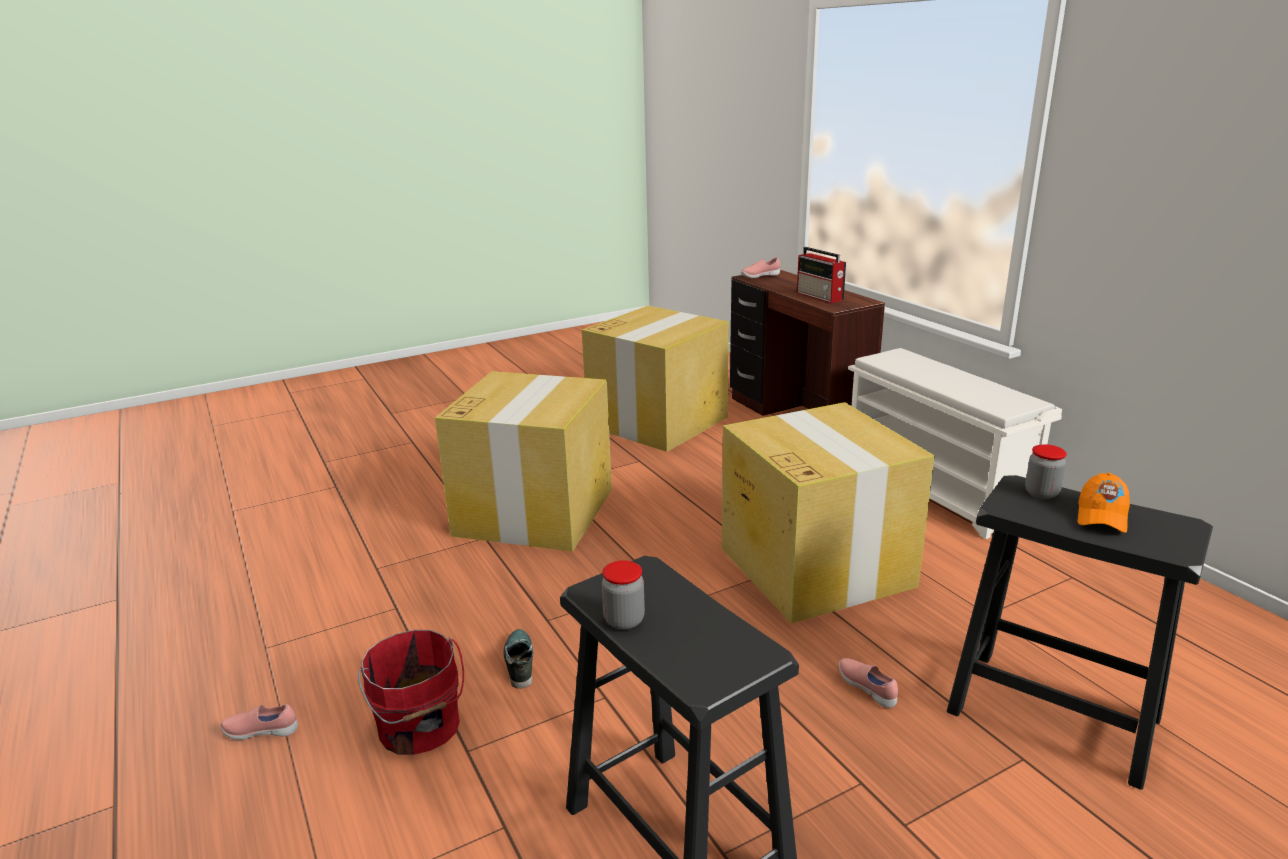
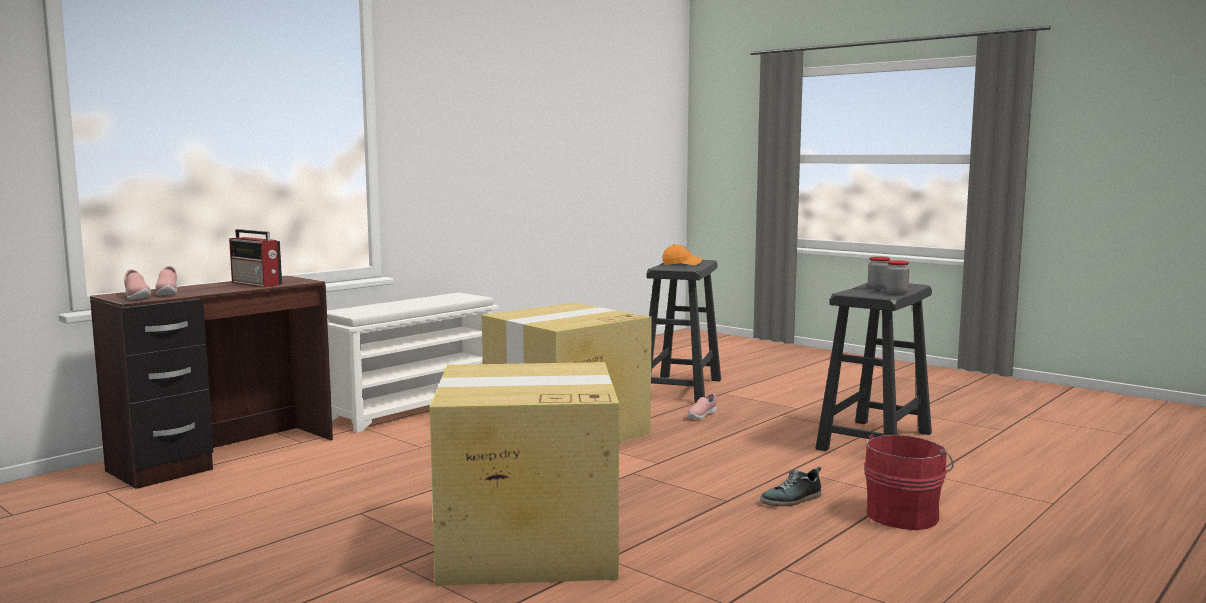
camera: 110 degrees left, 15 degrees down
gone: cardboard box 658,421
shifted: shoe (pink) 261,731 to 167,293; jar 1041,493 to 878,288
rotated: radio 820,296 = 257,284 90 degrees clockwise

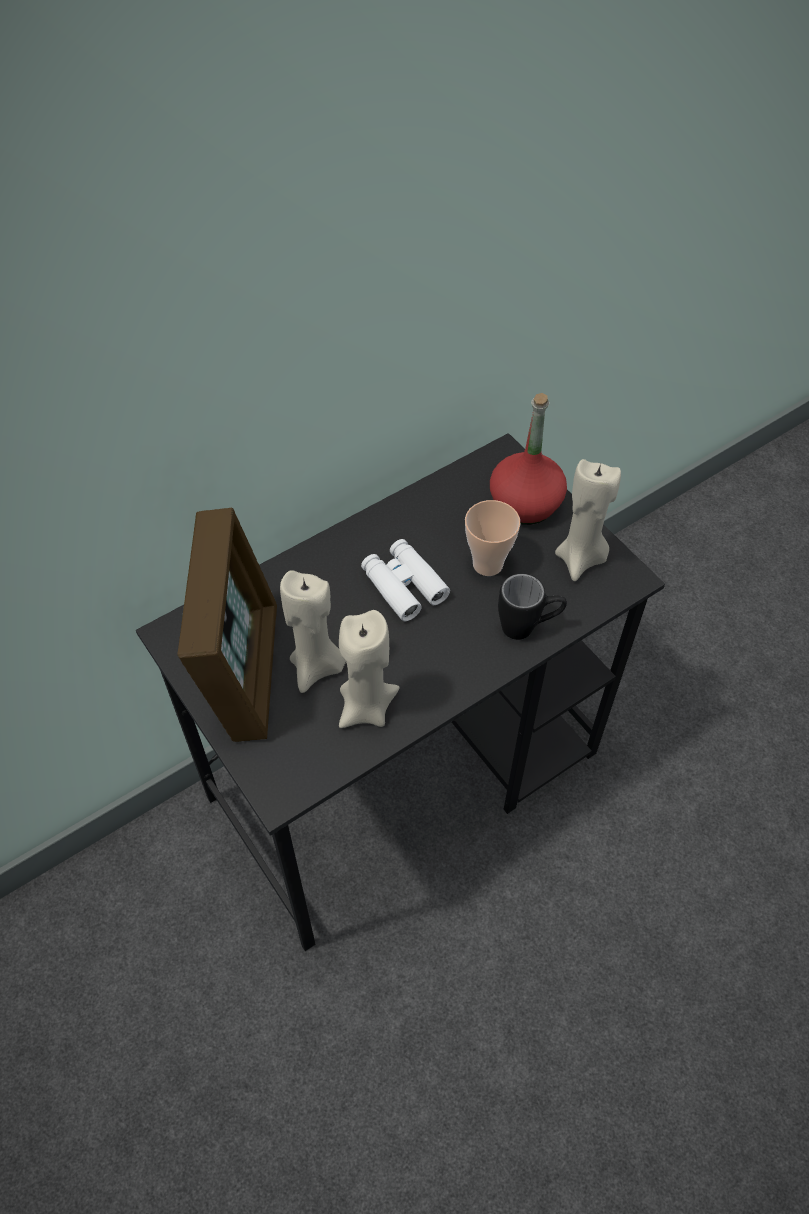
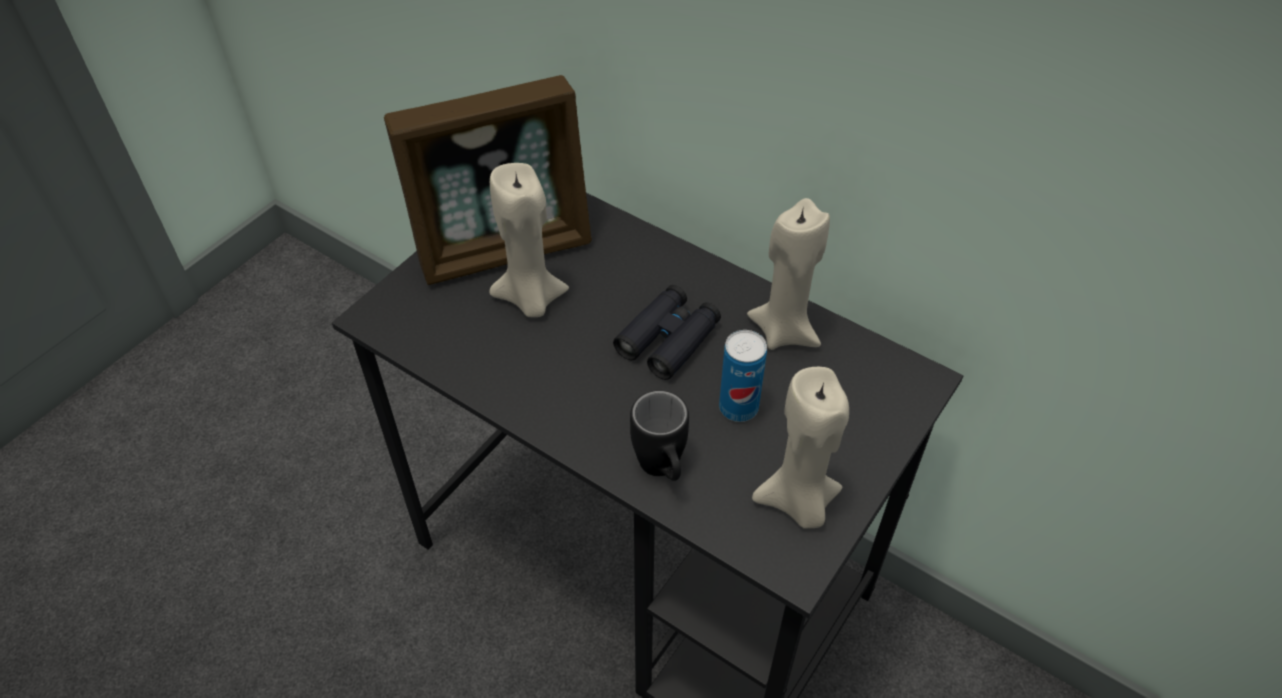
camera: 70 degrees right, 5 degrees down
gone: bottle (red) 525,504
shifted: candle (beige) 366,707 to 784,331
swapped: cup 487,564 to can 738,407
repainted: binoculars (white) 404,585 to binoculars (black) 668,339

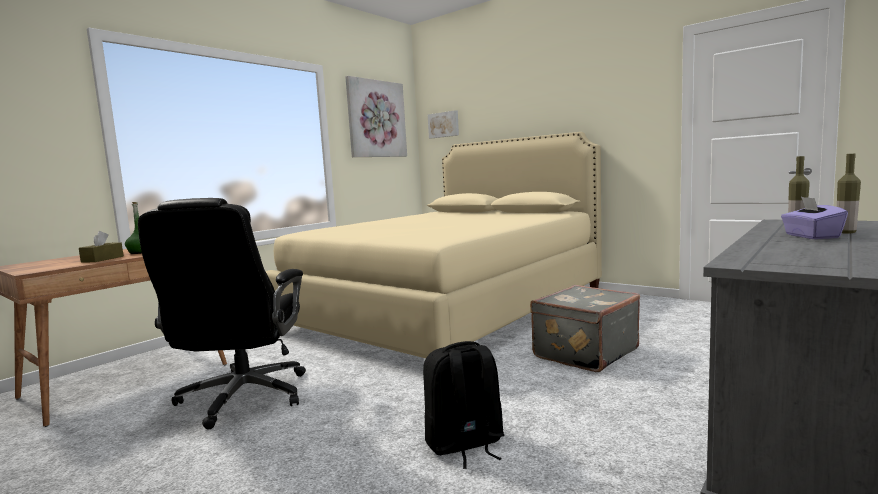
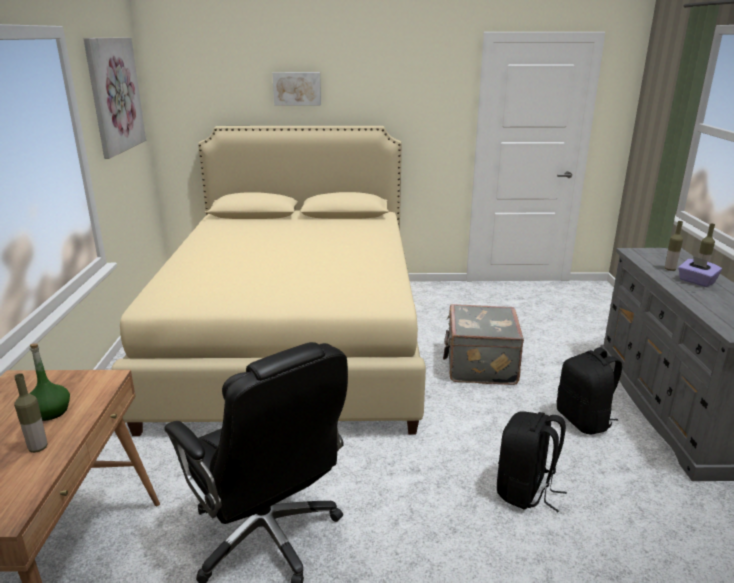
camera: 40 degrees left, 15 degrees up
new: backpack (black) 584,421
shifted: picture 444,124 to 297,88
swapped: tissue box (brown) 102,259 to bottle 38,448

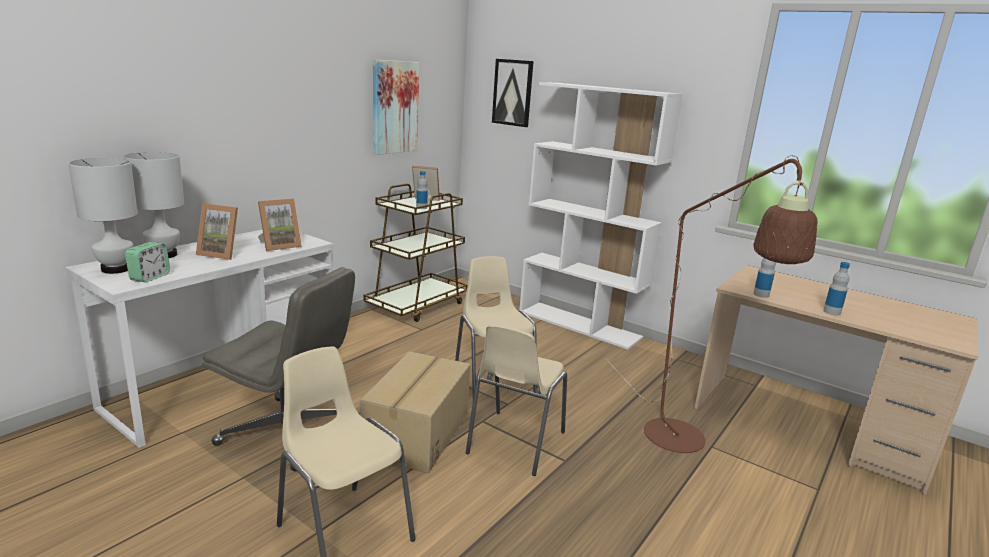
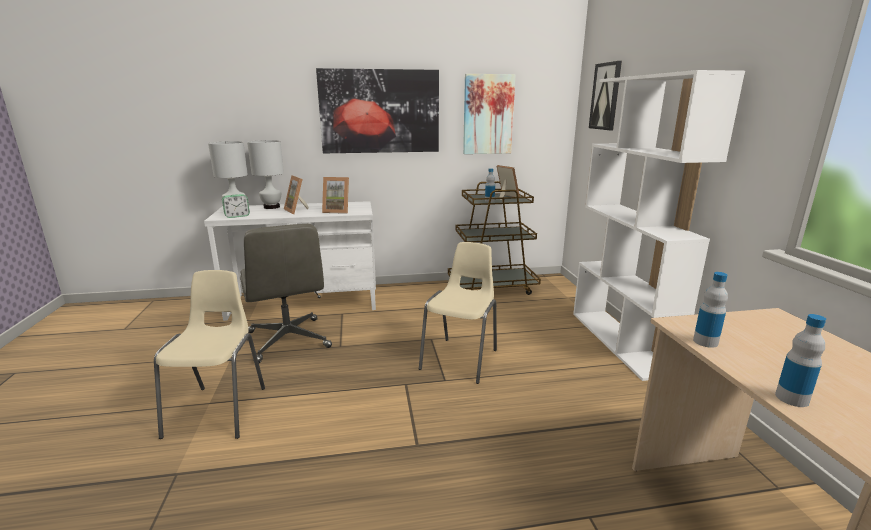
camera: 45 degrees right, 0 degrees up
gone: cardboard box 415,433; chair (beige) 514,444; floor lamp (brown) 683,444
new: picture 380,111

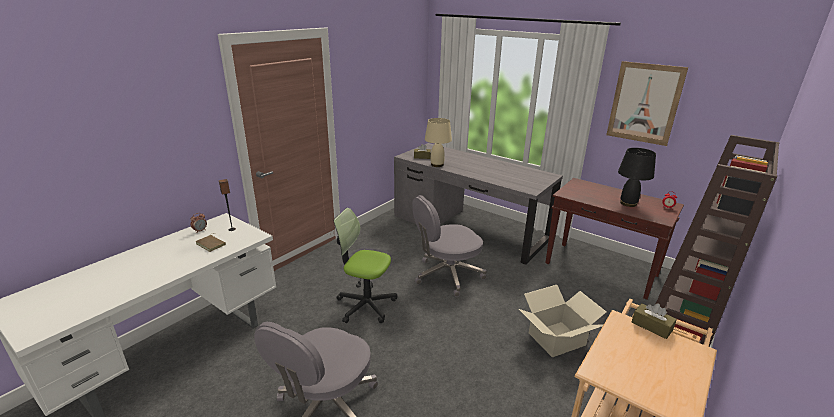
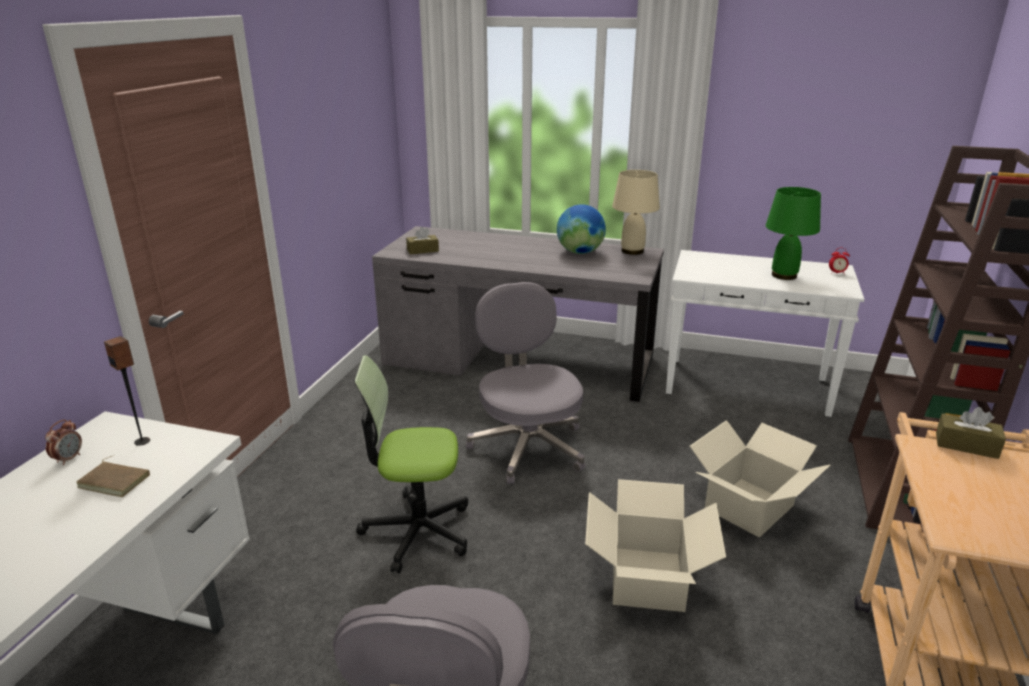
camera: 20 degrees left, 0 degrees up
gone: picture 644,103
new: globe 580,252; cardboard box 646,578
shifted: table lamp (beige) 436,165 to 632,251
repainted: console table (brown) 601,270 to console table (white) 748,387; table lamp (black) 628,203 to table lamp (green) 784,275
rotated: office chair (grey) 447,275 = 527,446 120 degrees clockwise

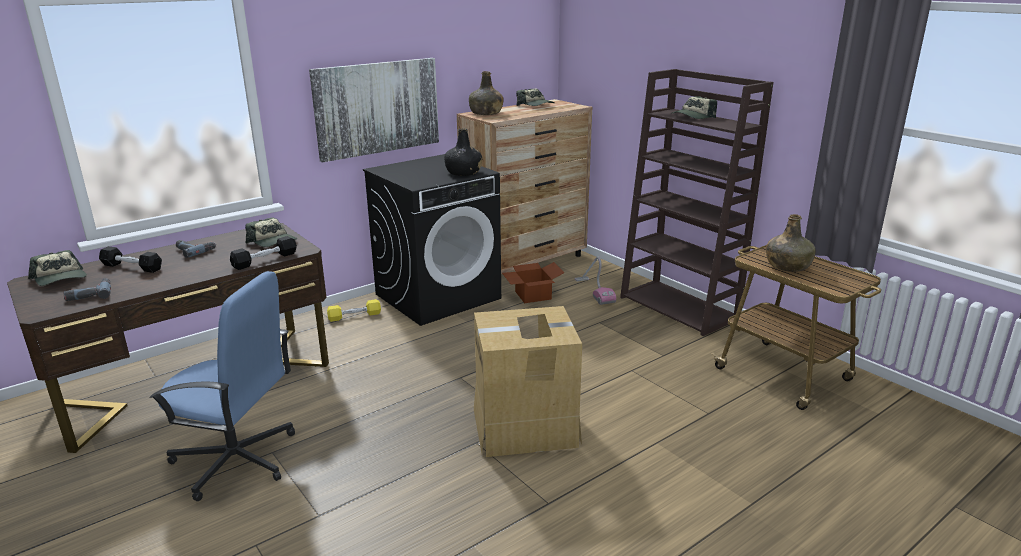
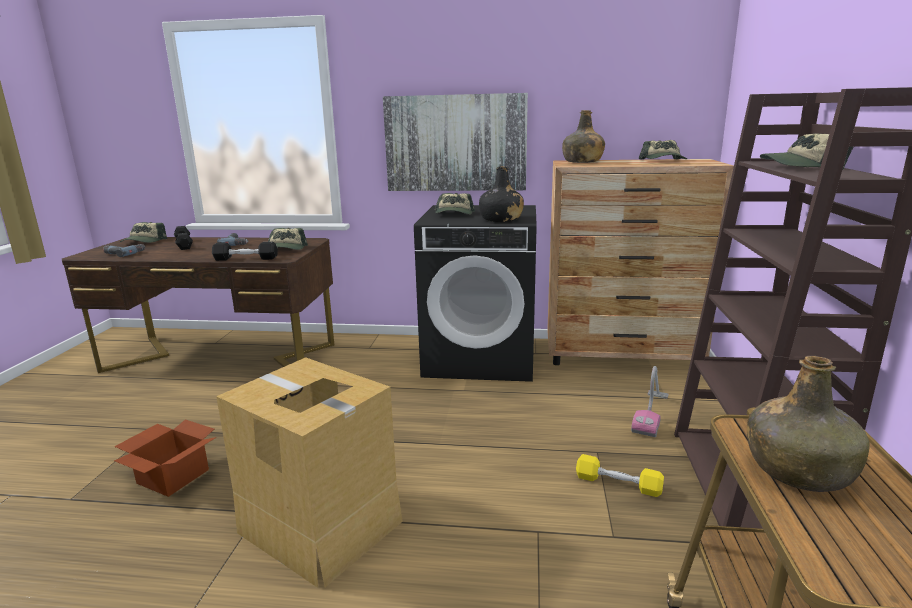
camera: 45 degrees right, 5 degrees down
gone: office chair (blue) 236,460
new: cap 454,214
shifted: dumbbell (yellow) 354,316 to 618,484; cardboard box 532,295 to 173,475

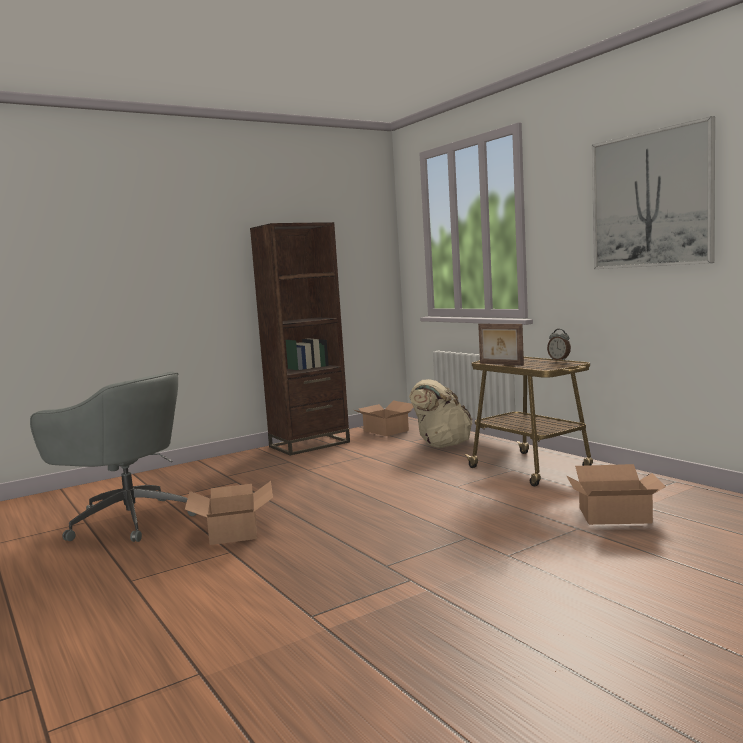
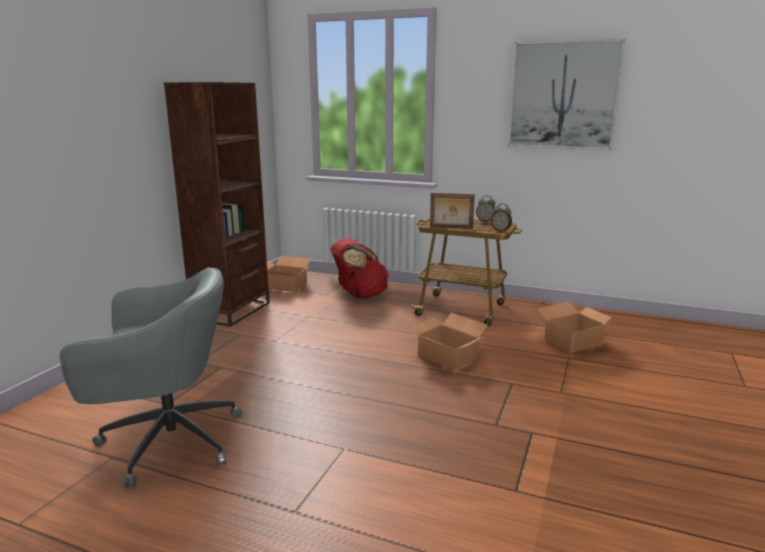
camera: 35 degrees left, 10 degrees up
new: alarm clock 501,230
shifted: cardboard box 234,531 to 447,356
repainted: backpack (beige) 441,445 to backpack (red) 359,295

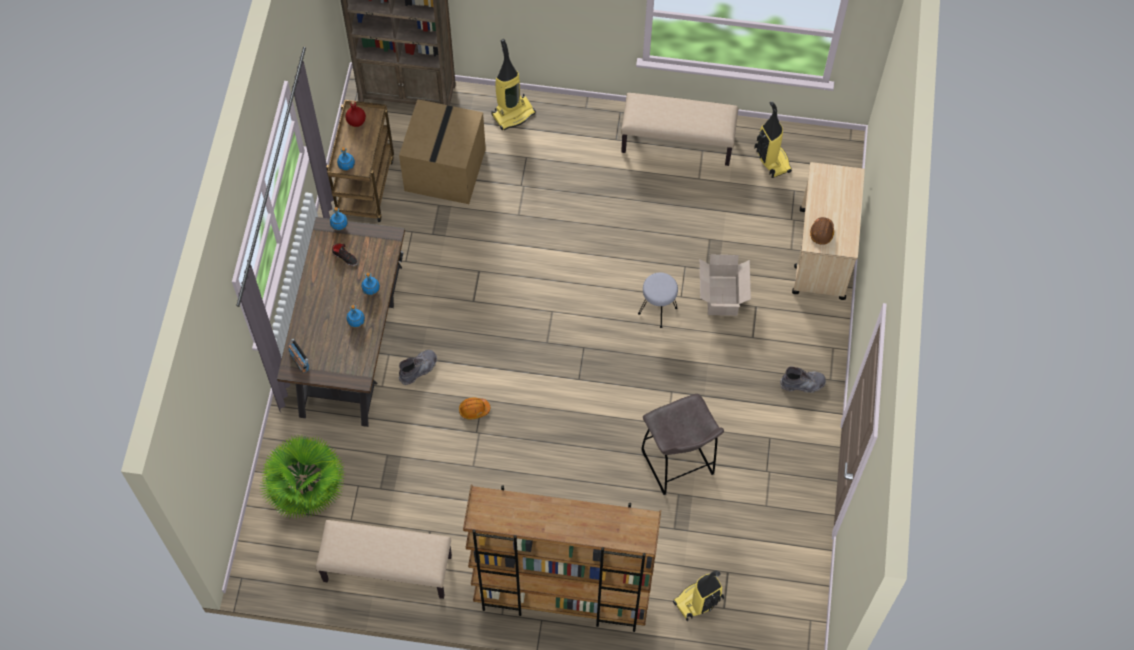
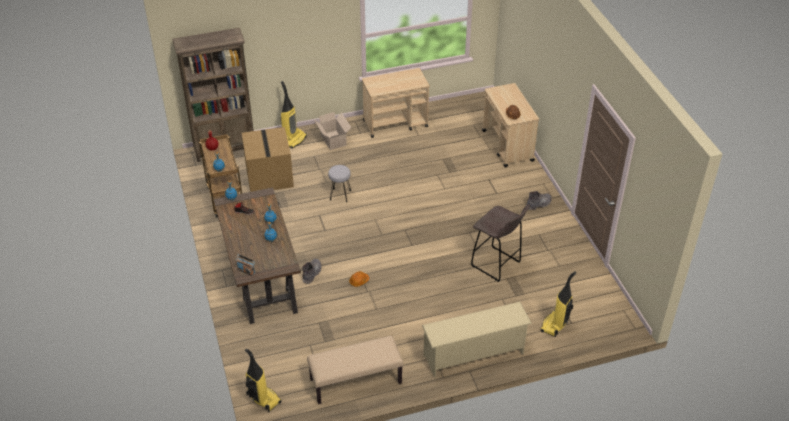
camera: 25 degrees left, 20 degrees down
gone: potted plant 307,491
shifted: stool (grey) 658,310 to 340,195; cardboard box 721,297 to 333,140; vacuum cleaner 771,160 to 263,399
swapped: bookcase (brown) 561,599 to shoe rack (beige) 474,355; bench (beige) 677,142 to cart (beige) 396,123

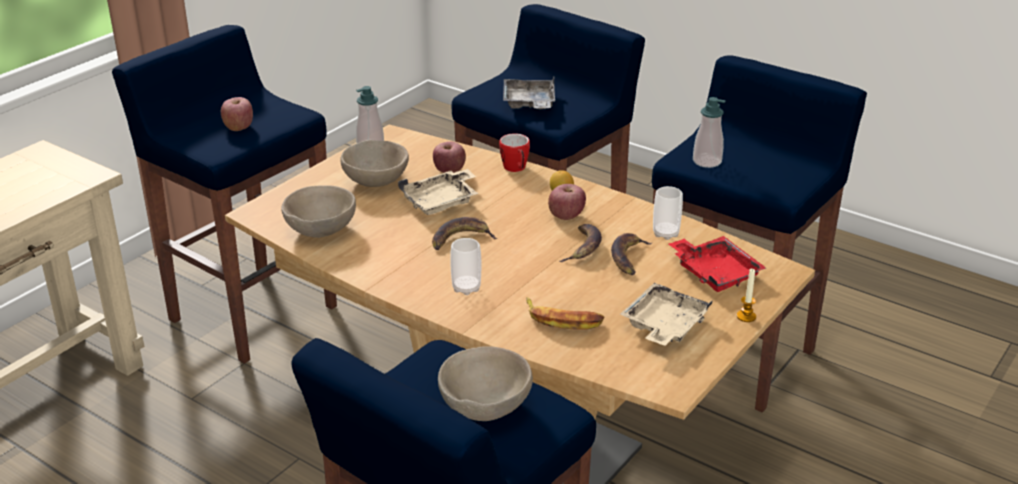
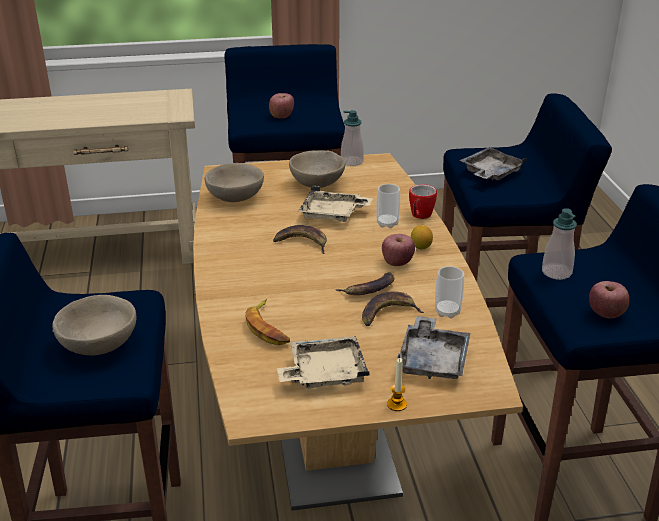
camera: 45 degrees right, 0 degrees up
shifted: apple 449,171 to 606,314; cup 466,288 to 387,223
repainted: tray (red) 715,272 to tray (grey) 433,359

